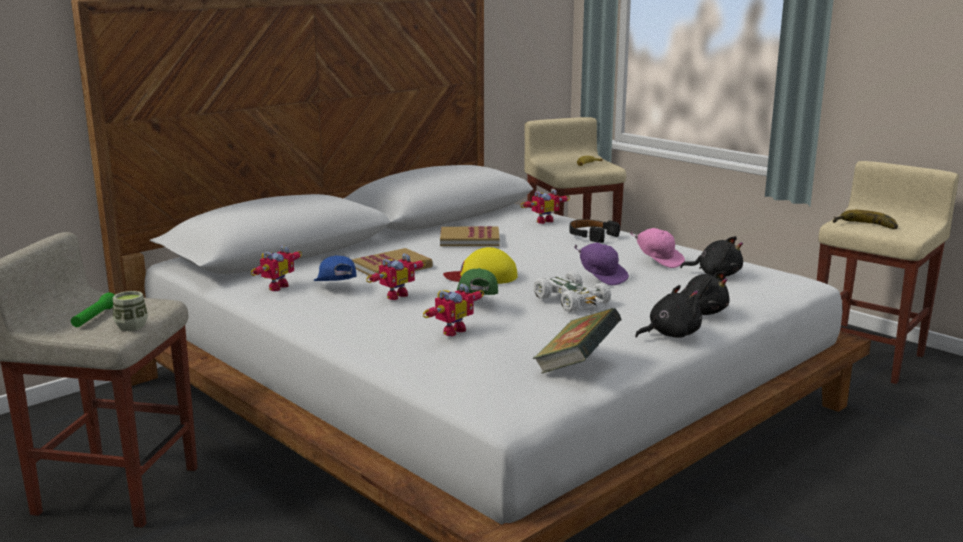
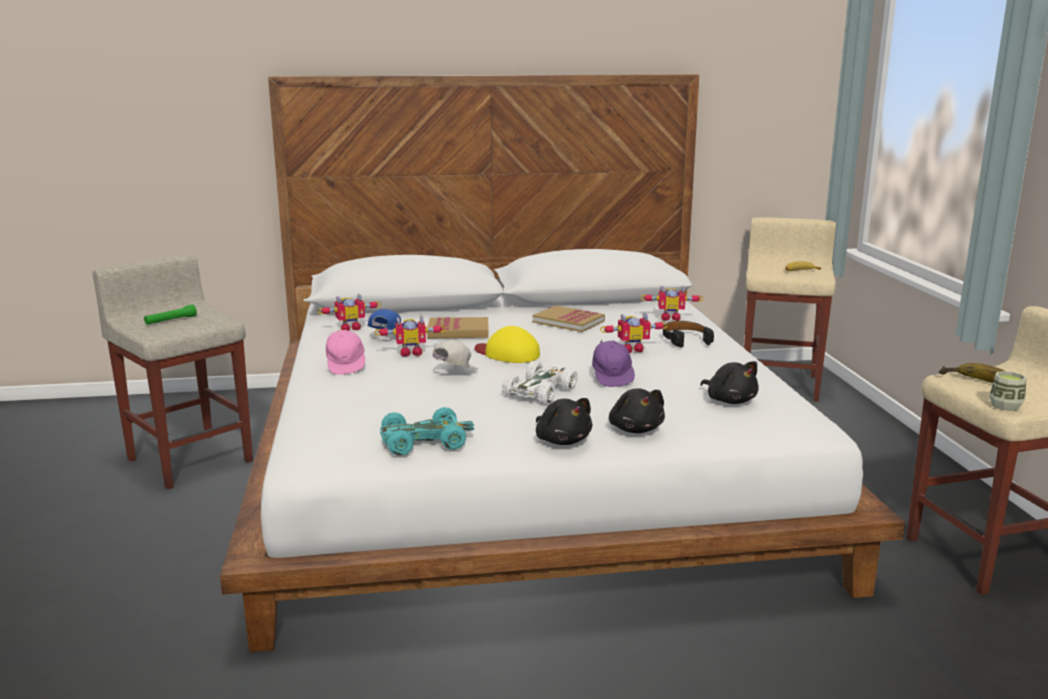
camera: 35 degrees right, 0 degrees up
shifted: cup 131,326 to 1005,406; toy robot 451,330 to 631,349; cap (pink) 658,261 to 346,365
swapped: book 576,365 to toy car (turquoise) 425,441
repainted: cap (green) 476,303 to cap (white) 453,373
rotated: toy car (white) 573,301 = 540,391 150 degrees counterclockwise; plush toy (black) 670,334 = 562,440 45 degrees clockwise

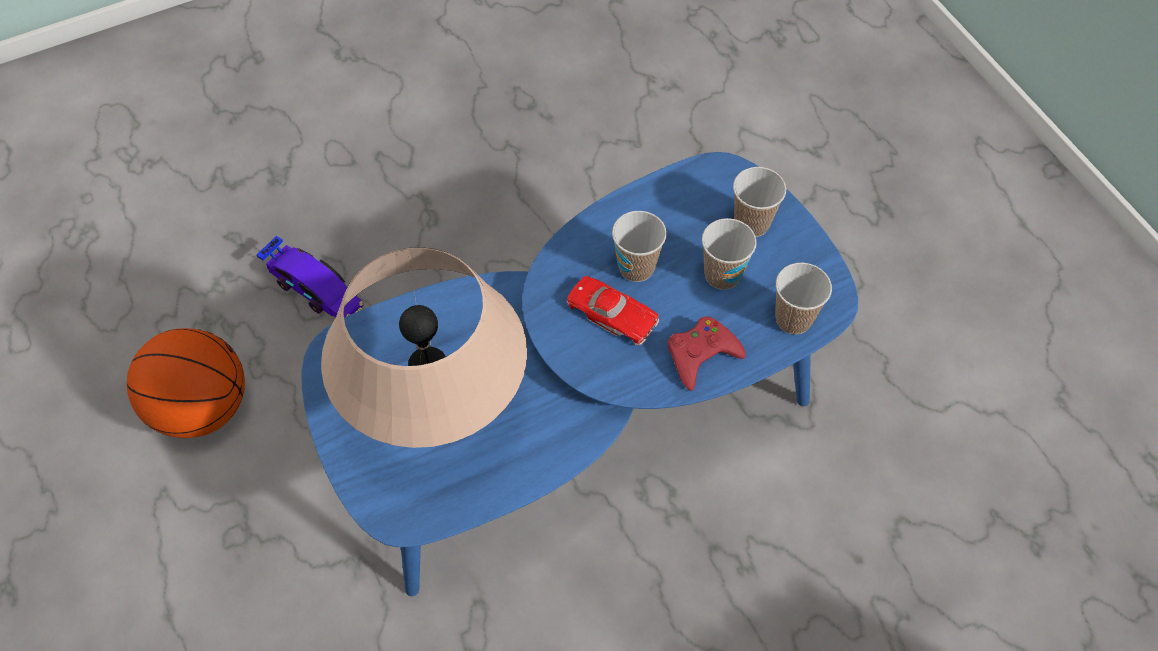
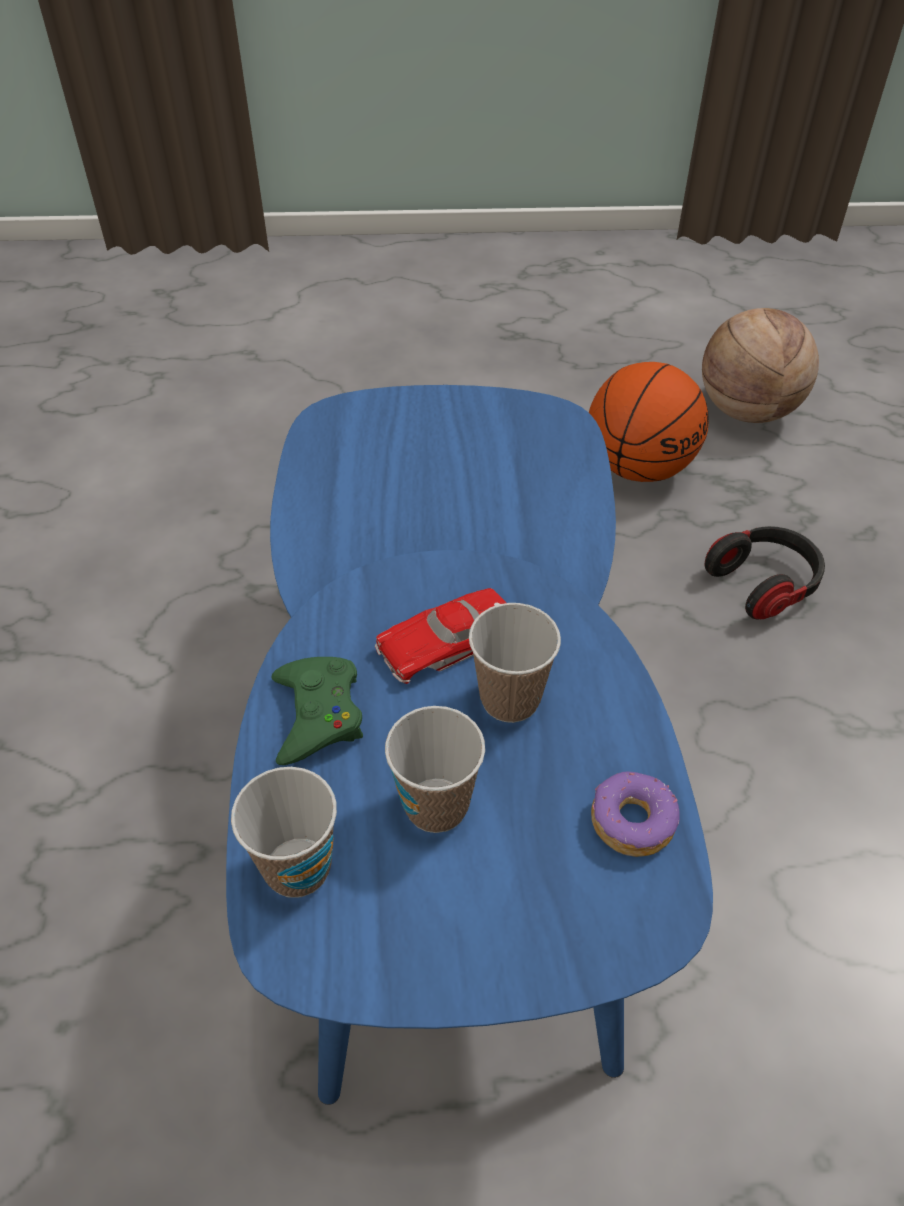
camera: 115 degrees right, 10 degrees down
gone: table lamp (beige) 440,419; cup 751,223
new: donut 631,821; basketball 747,410
swapped: toy car 315,289 to headphones 763,584
repainted: game controller (red) 701,355 to game controller (green) 317,714

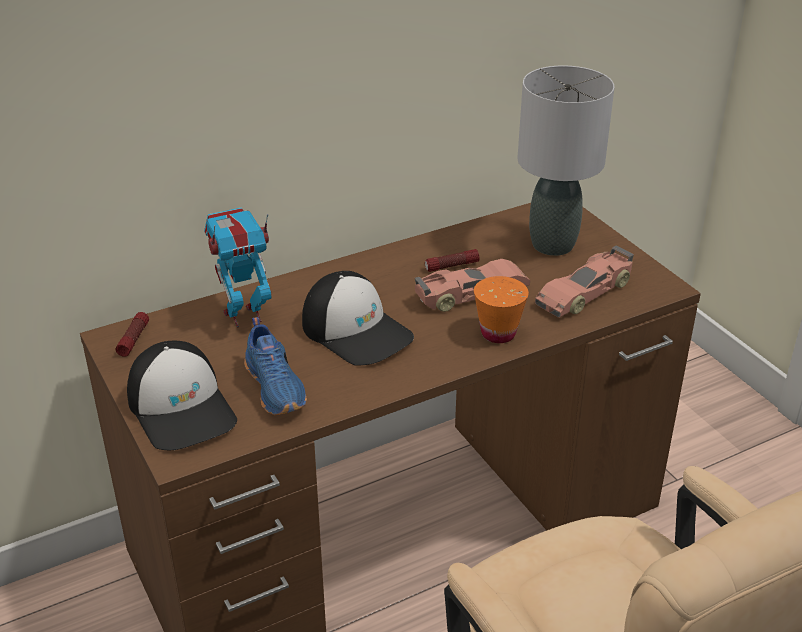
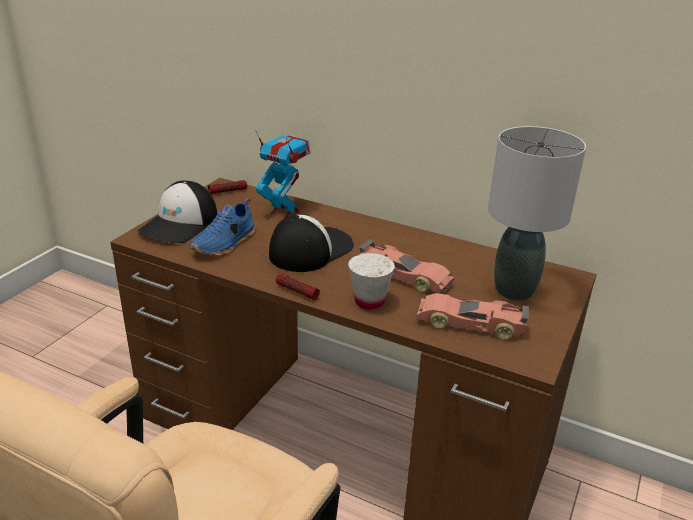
camera: 55 degrees right, 5 degrees down
shifted: flashlight 451,266 to 297,291
repainted: cup (orange) 498,333 to cup (white) 369,302
rotated: cap 357,331 = 310,250 150 degrees counterclockwise

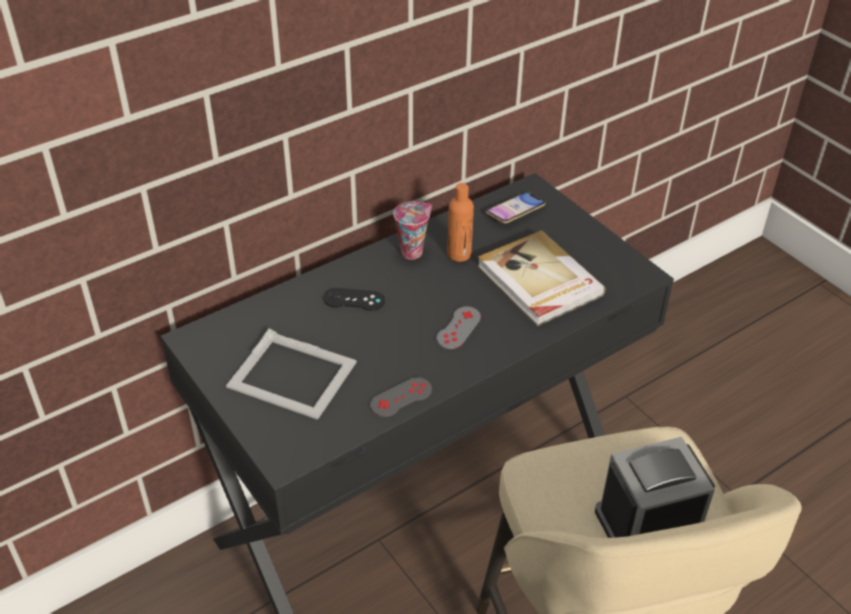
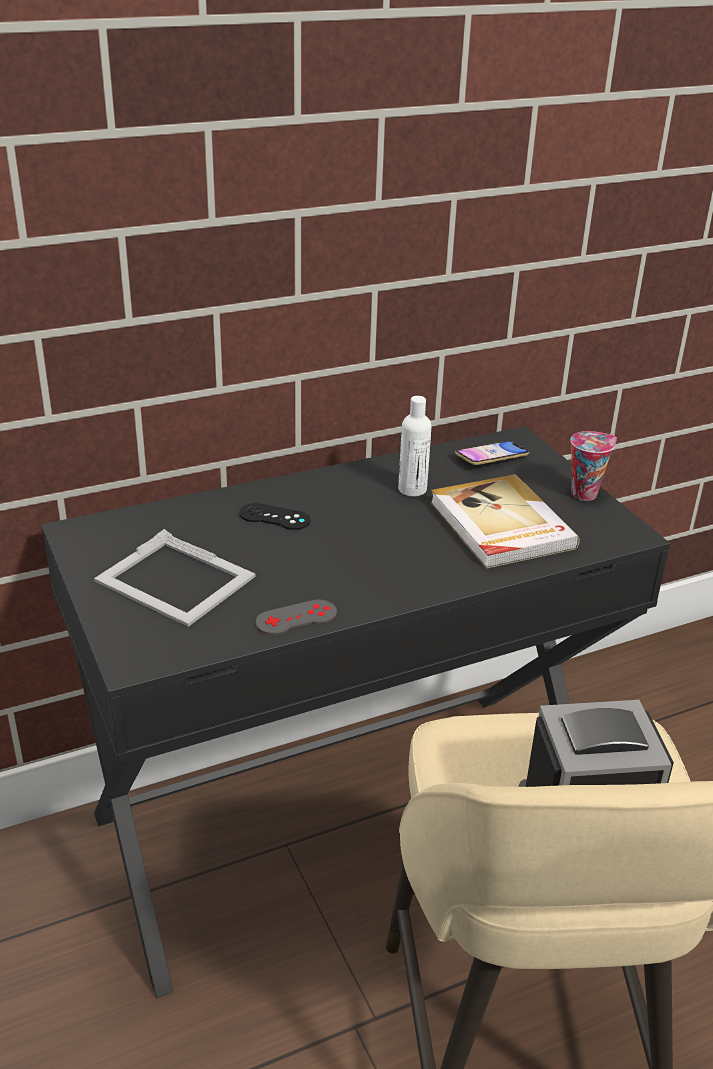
camera: 10 degrees right, 10 degrees down
gone: game controller (grey) 458,328
shifted: cup 412,251 to 585,493
repainted: bottle (orange) 459,254 to bottle (white) 412,489

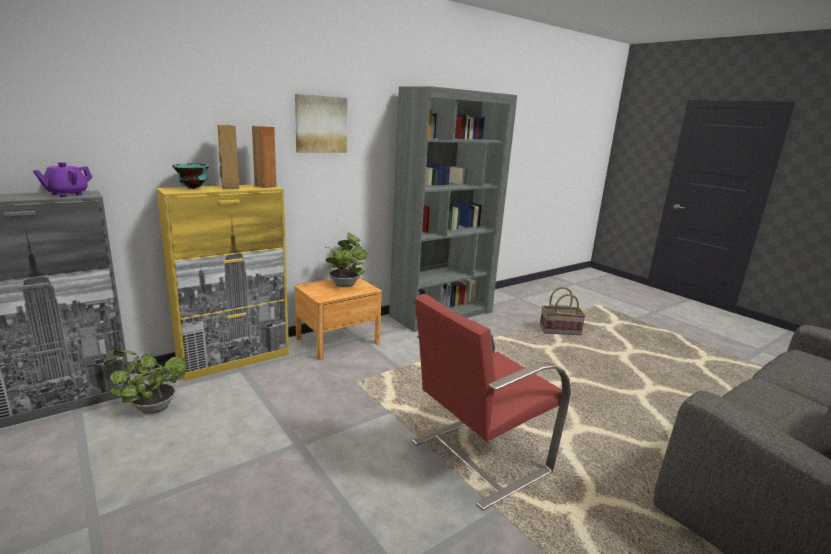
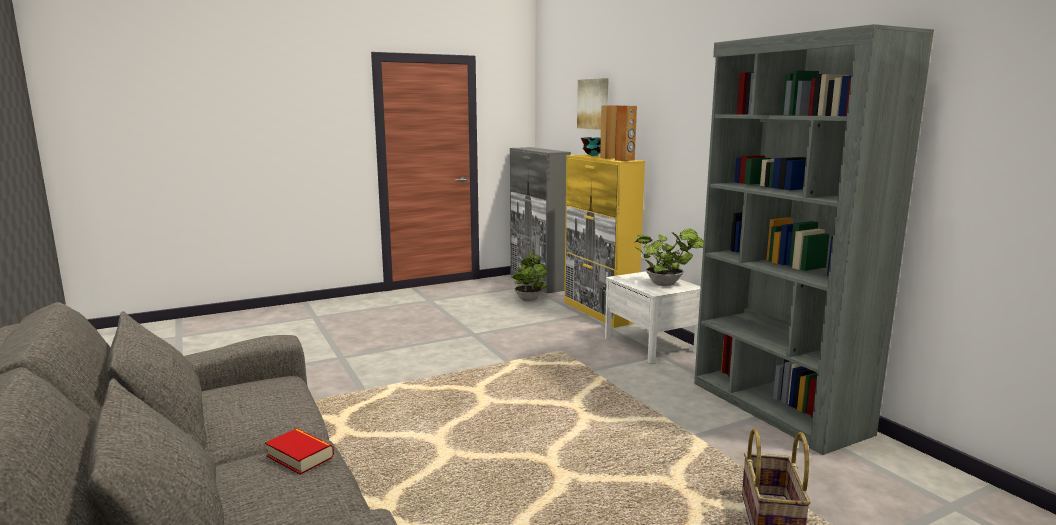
camera: 100 degrees right, 5 degrees down
gone: teapot (purple) 67,194; armchair (red) 478,456
new: book 300,456
shifted: picture 320,124 to 594,104
repainted: nightstand (brown) 337,341 to nightstand (white) 650,345

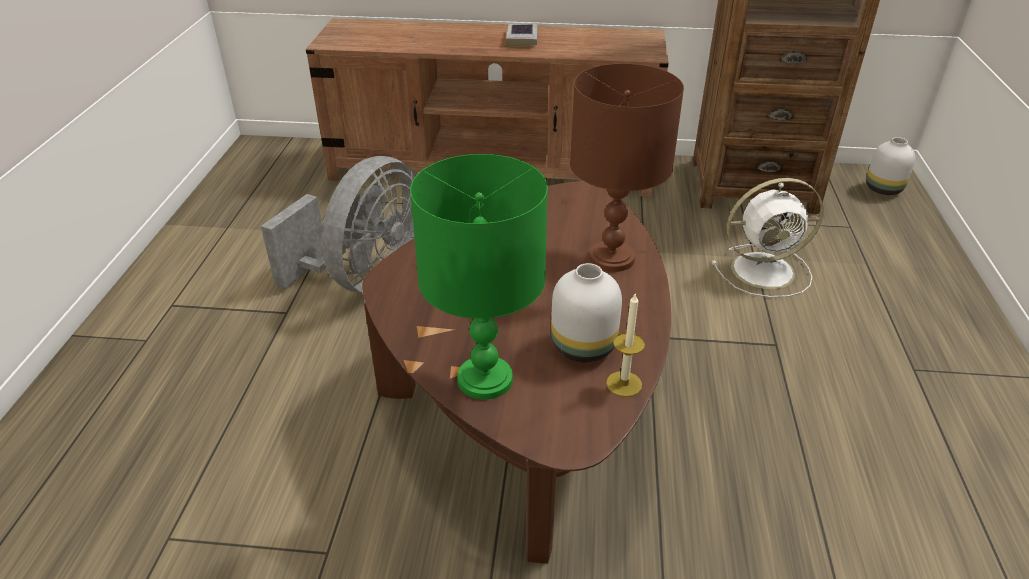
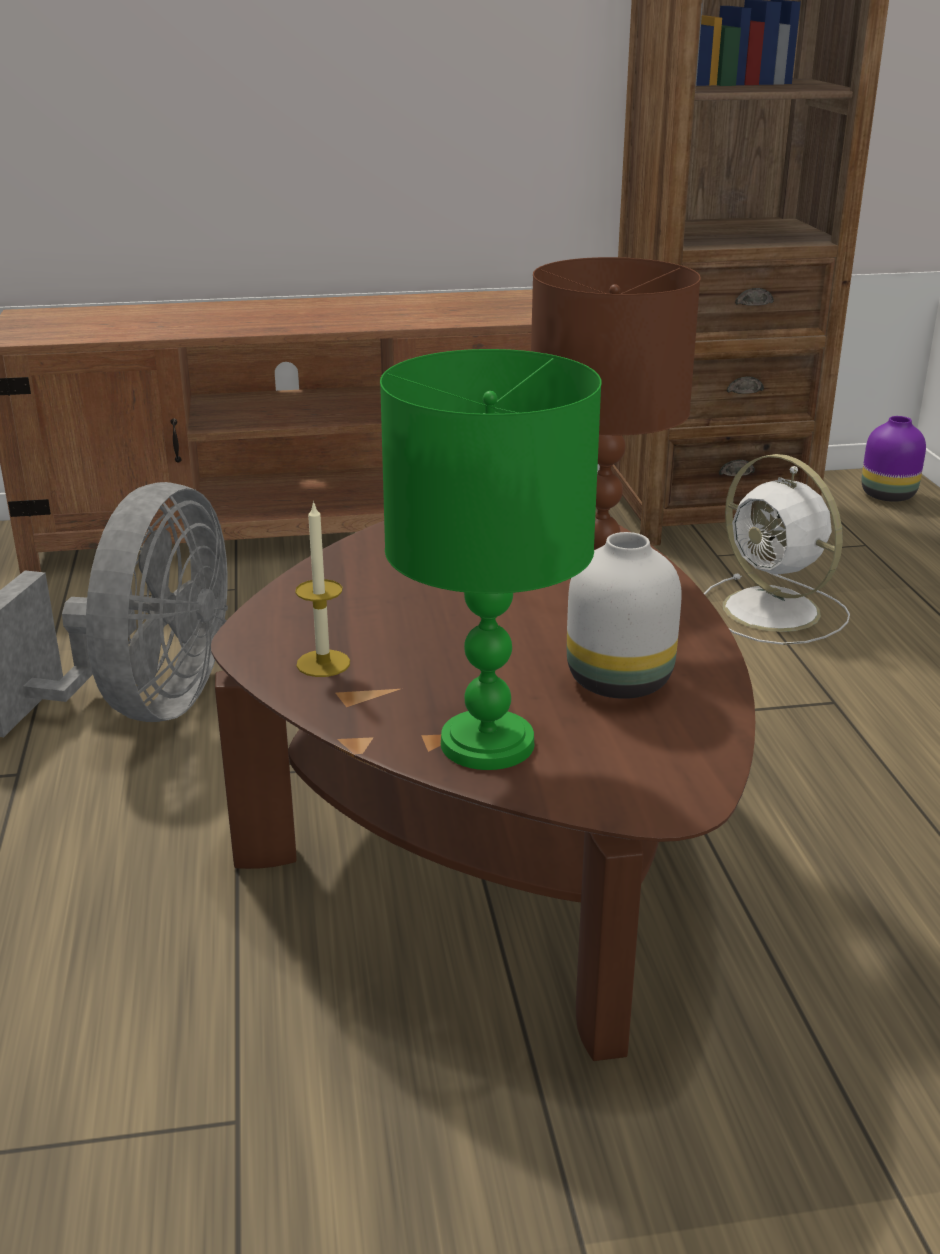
camera: 15 degrees left, 10 degrees down
gone: book 522,39
shifted: candle 624,384 to 323,663
repainted: vase (white) 884,189 to vase (purple) 889,495
rotated: fan (white) 765,270 = 774,612 75 degrees clockwise

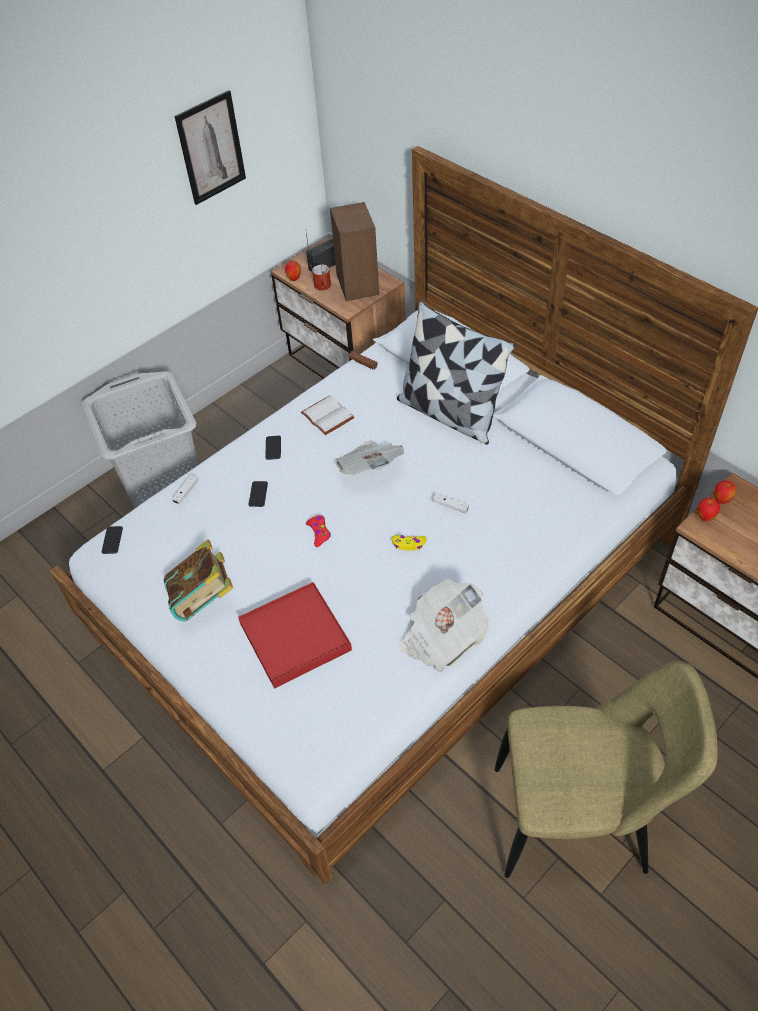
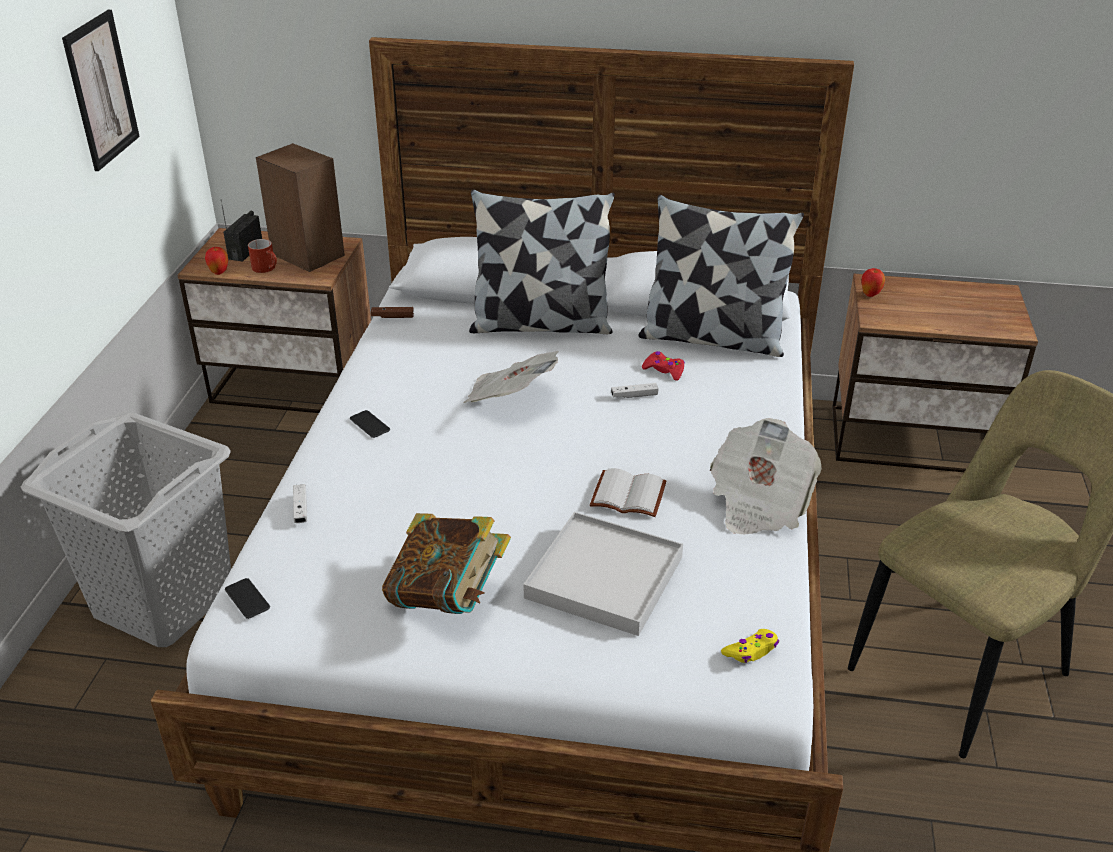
camera: 40 degrees left, 15 degrees down
gone: phone 258,494; apple 705,518
new: pillow 712,338
shifted: book (white) 326,416 to 626,496; game controller (red) 319,533 to 664,370; game controller (yellow) 409,544 to 751,651
repainted: tray (red) 295,637 to tray (white) 605,577

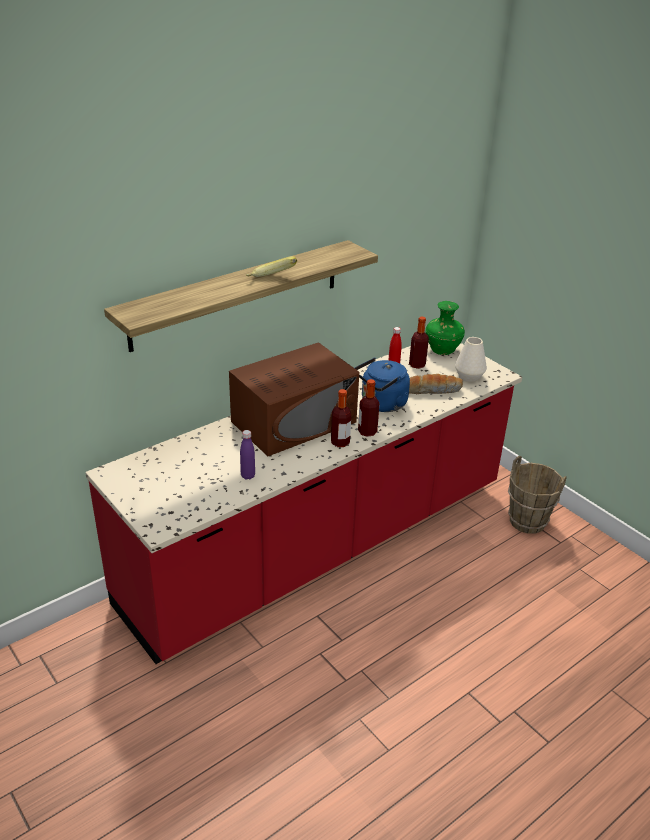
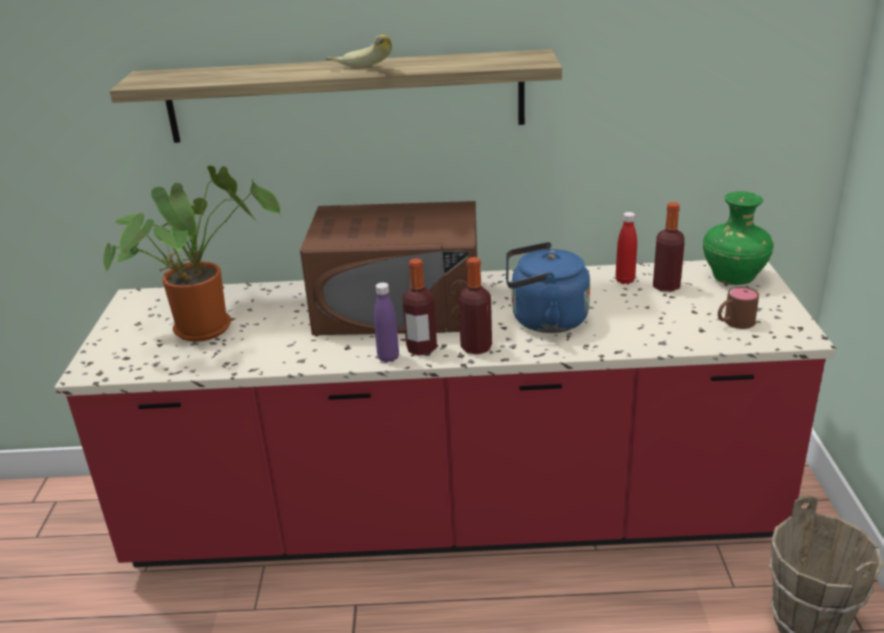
camera: 40 degrees right, 5 degrees down
gone: bread 432,390
new: potted plant 208,326
shifted: bottle (purple) 248,476 to 388,357
swapped: vase (white) 469,377 to mug (brown) 733,323

